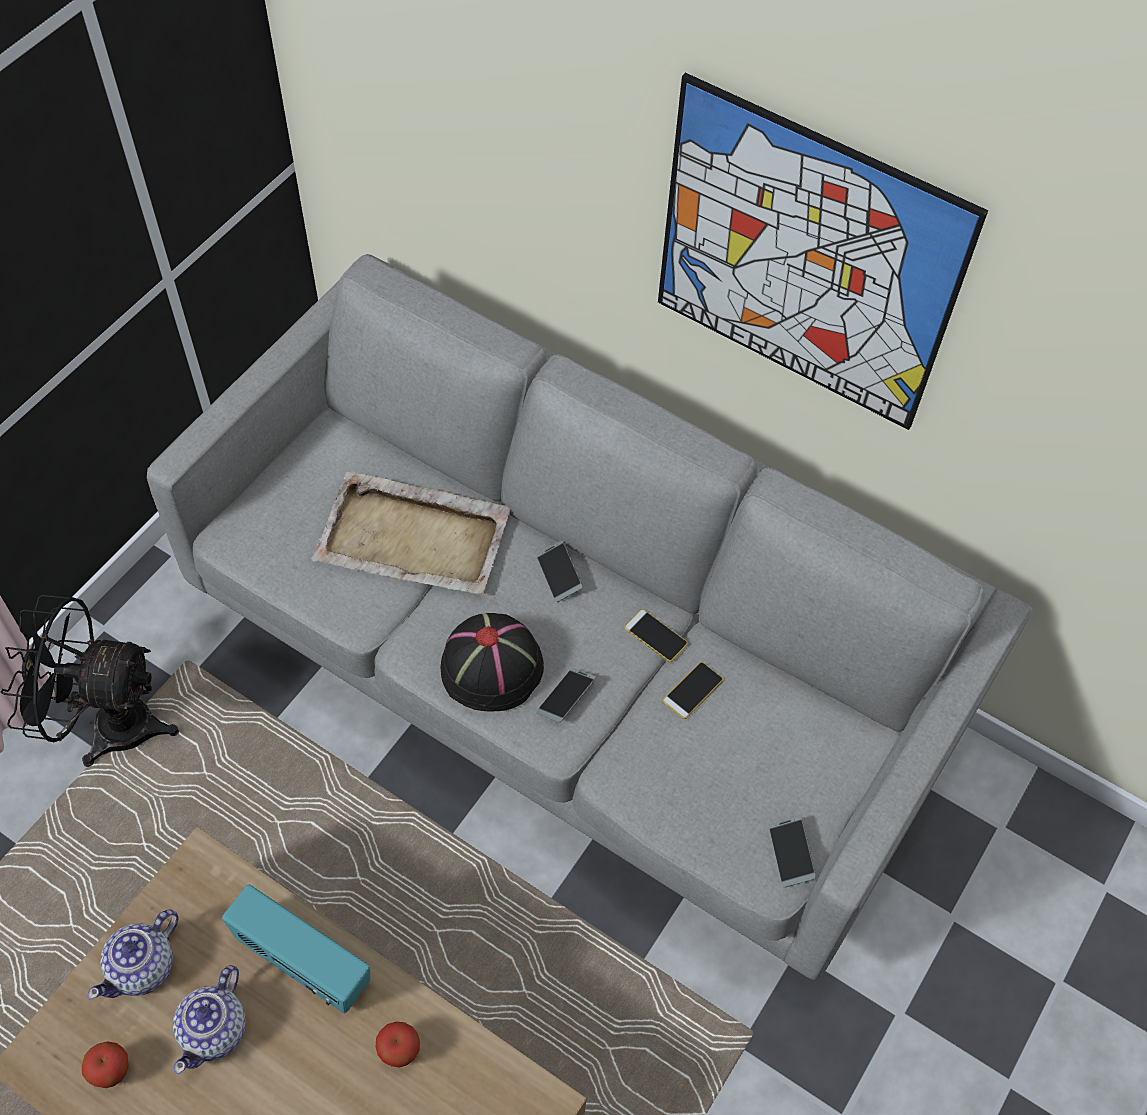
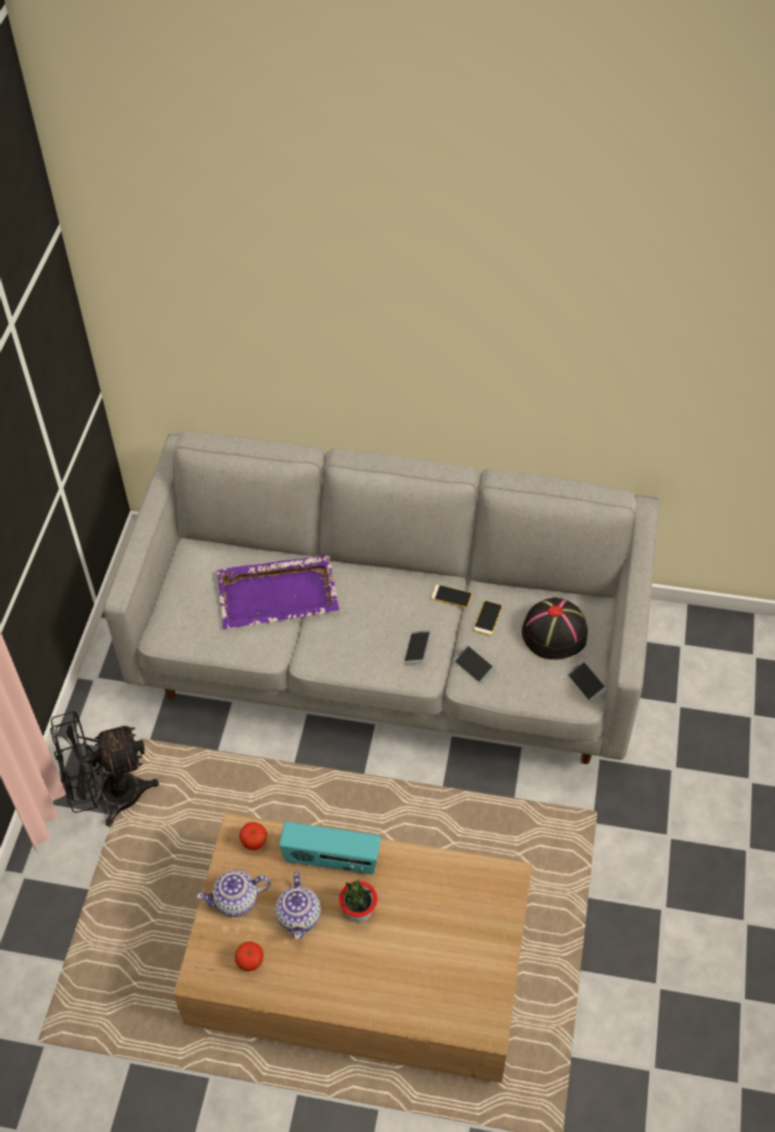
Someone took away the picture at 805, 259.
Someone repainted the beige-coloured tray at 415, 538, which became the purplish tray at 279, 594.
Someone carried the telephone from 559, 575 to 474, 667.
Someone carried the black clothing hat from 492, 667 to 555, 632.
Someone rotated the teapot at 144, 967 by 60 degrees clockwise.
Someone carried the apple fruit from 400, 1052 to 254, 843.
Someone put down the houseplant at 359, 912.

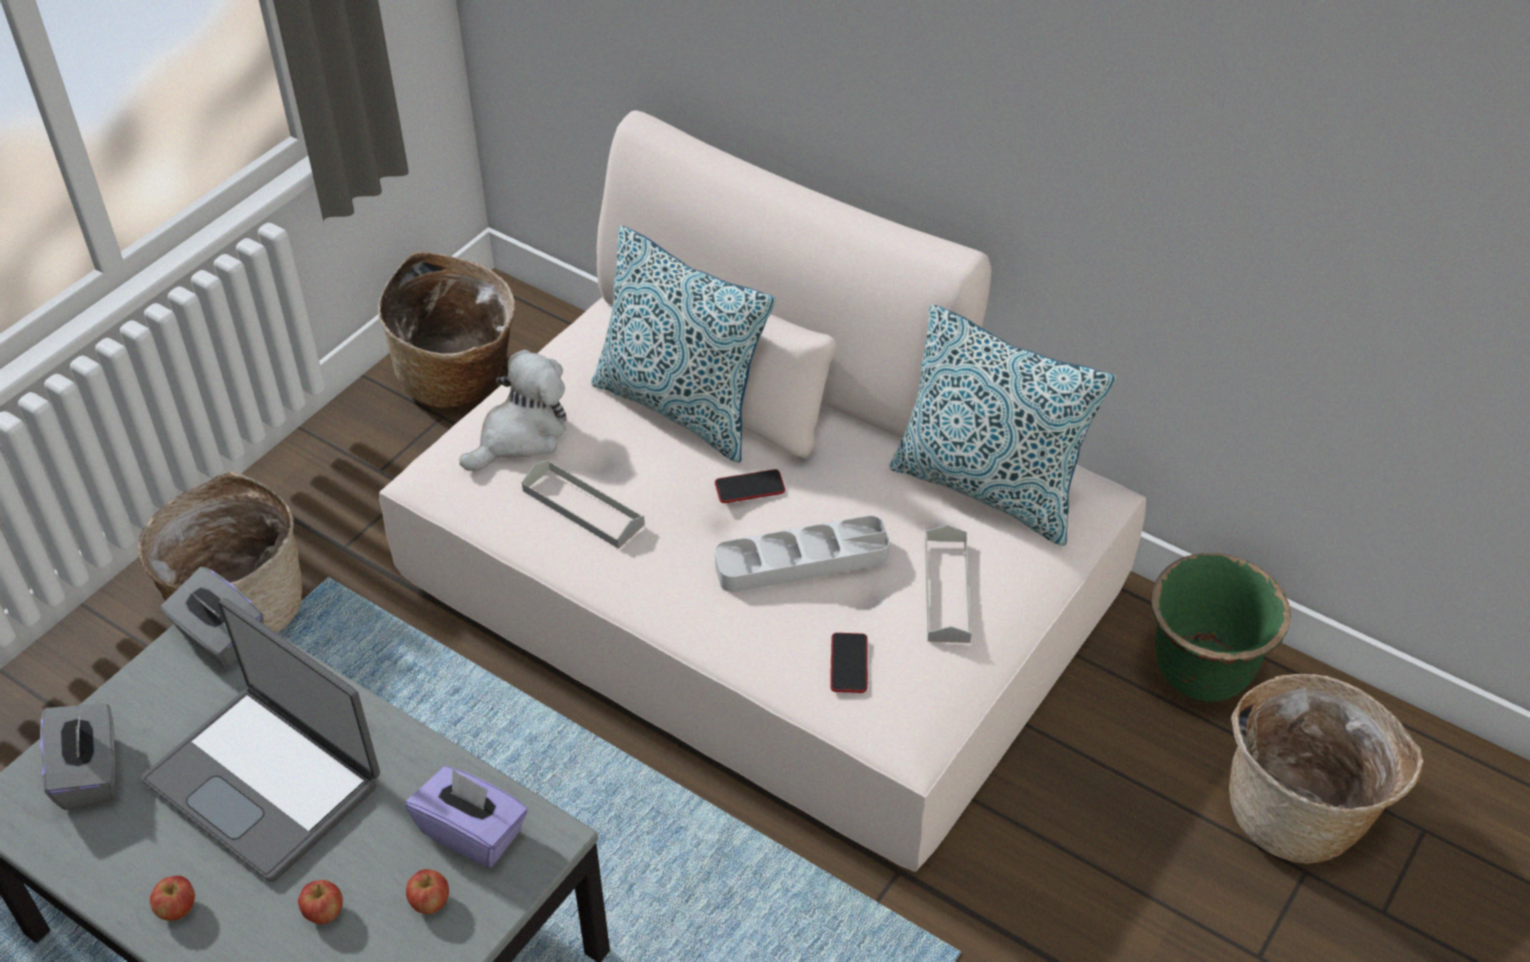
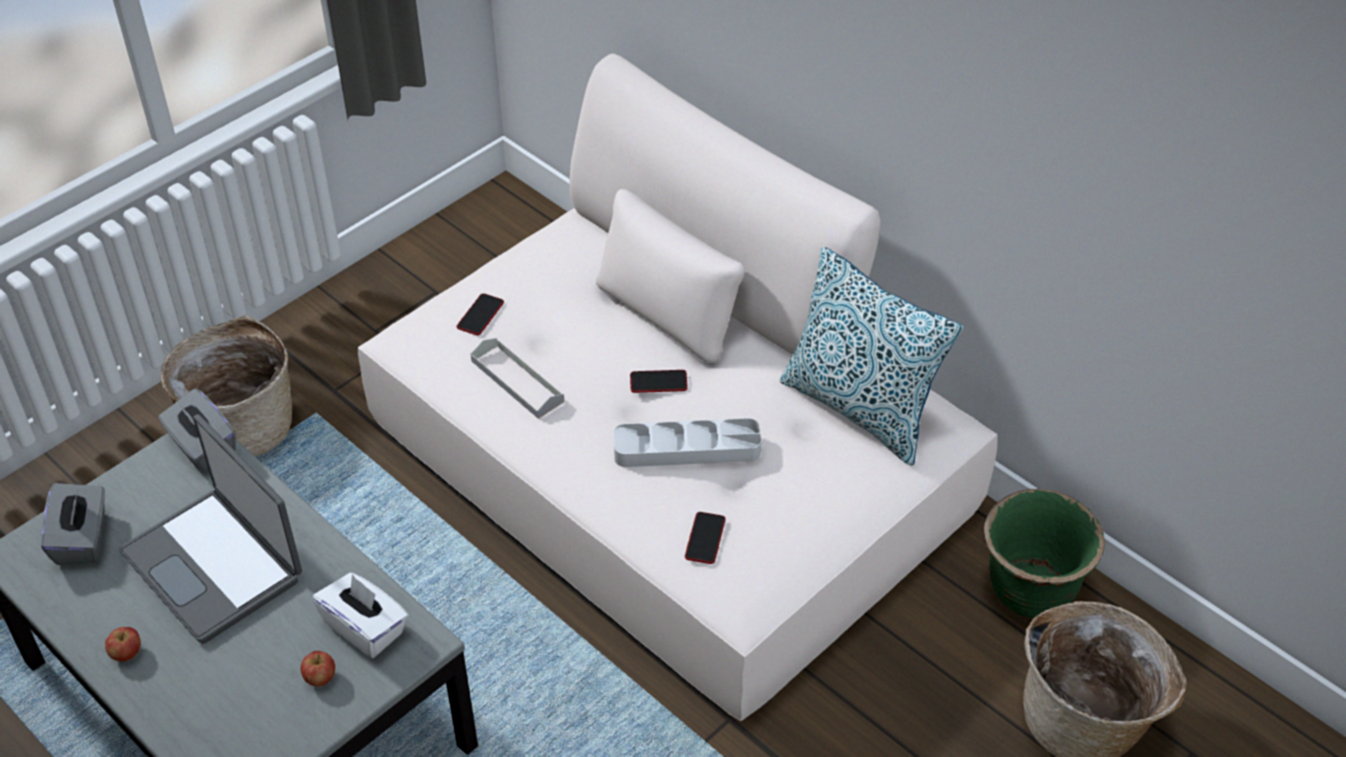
Someone took away the cushion at 681, 407.
Someone took away the household basket at 459, 379.
Someone swapped the soft toy at 521, 435 for the telephone at 480, 315.
Someone took away the greyish tray at 947, 590.
Someone repainted the purplish tissue box at 473, 832, which became the whitish tissue box at 365, 628.
Someone took away the apple fruit at 324, 913.

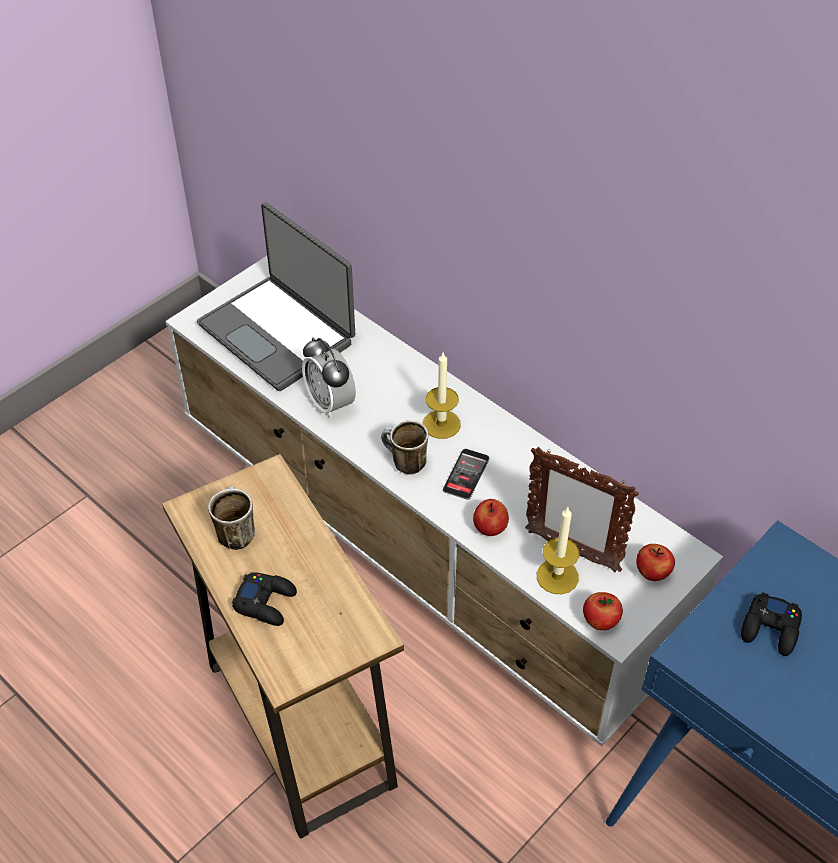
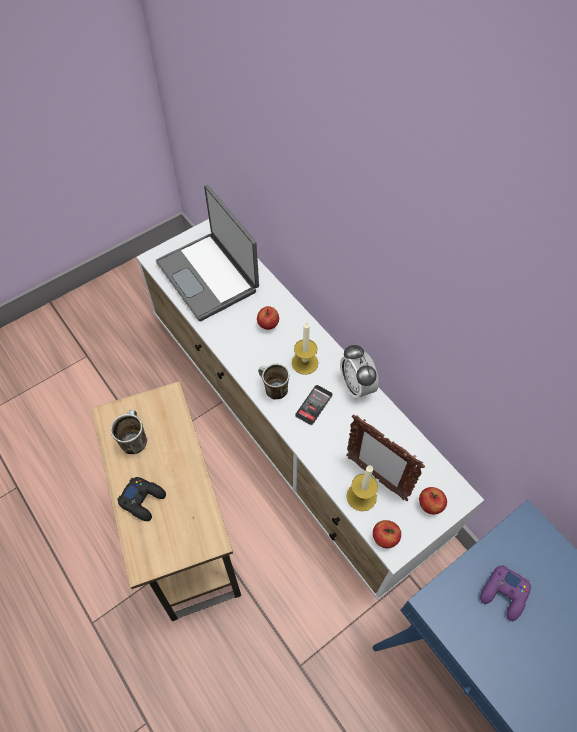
Someone carried the bedside clock from 330, 403 to 356, 386.
Someone carried the apple fruit from 490, 529 to 268, 325.
Someone repainted the black gamepad at 770, 629, which became the purplish gamepad at 504, 594.

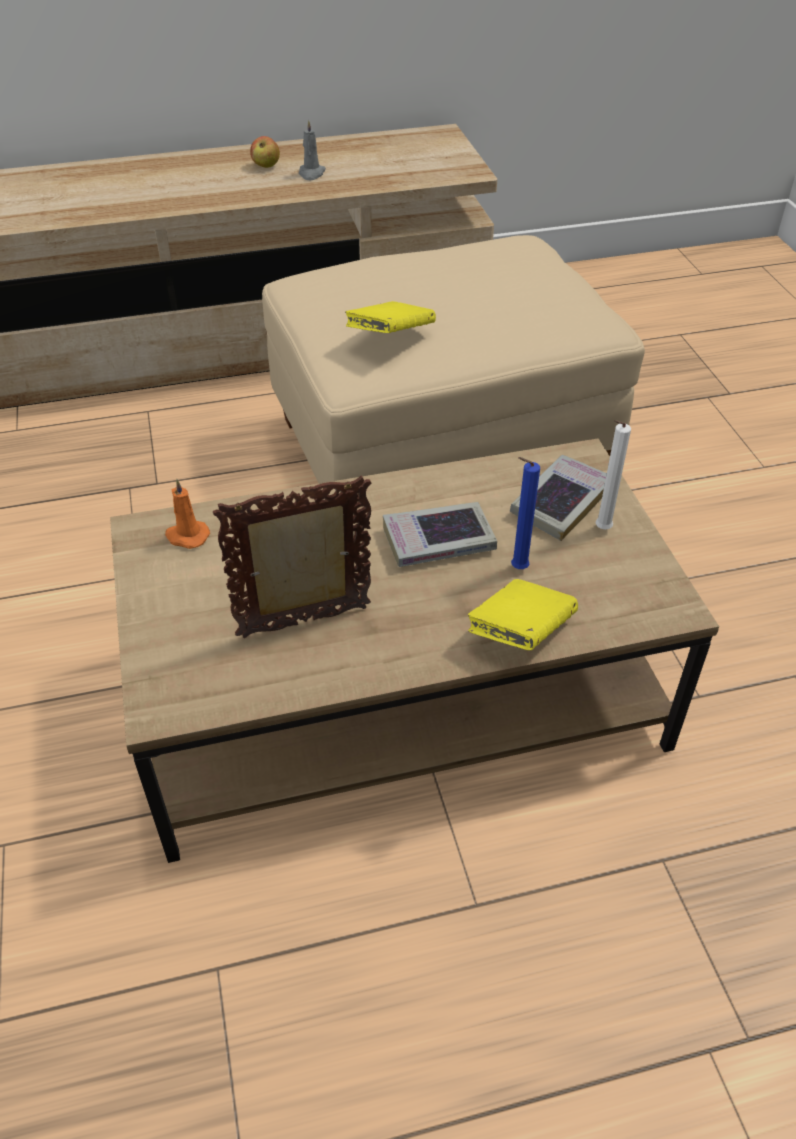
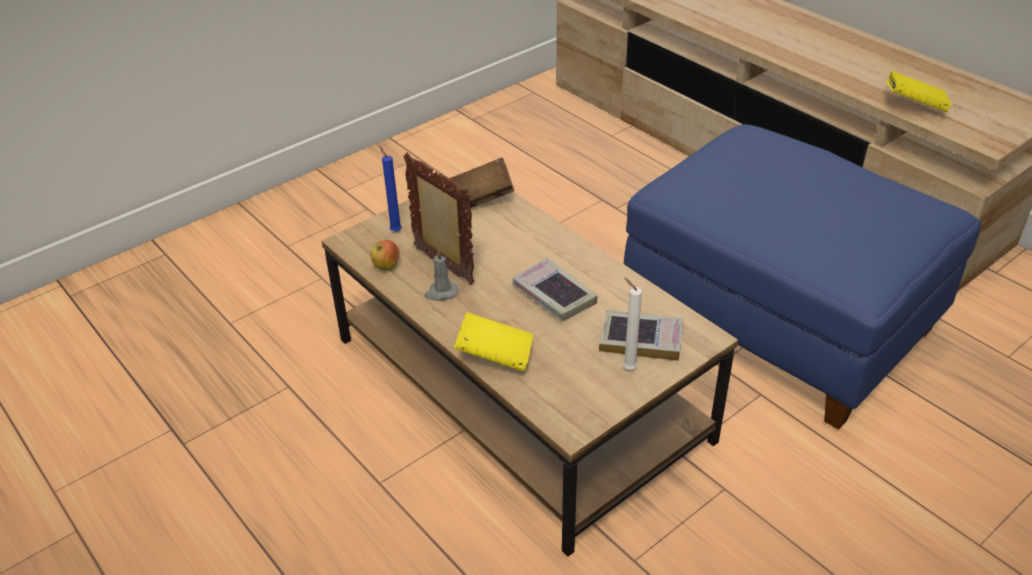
Someone carried the greyish wax light from 311, 174 to 441, 293.
Someone carried the apple fruit from 266, 166 to 386, 266.
Someone repainted the beige-coloured footrest at 439, 450, which became the bluish footrest at 779, 322.
Someone carried the yellow-coloured volume from 390, 337 to 914, 106.
Someone carried the bluish wax light from 516, 569 to 395, 230.
Someone swapped the orange-coloured wax light at 186, 536 for the brownish volume at 481, 198.

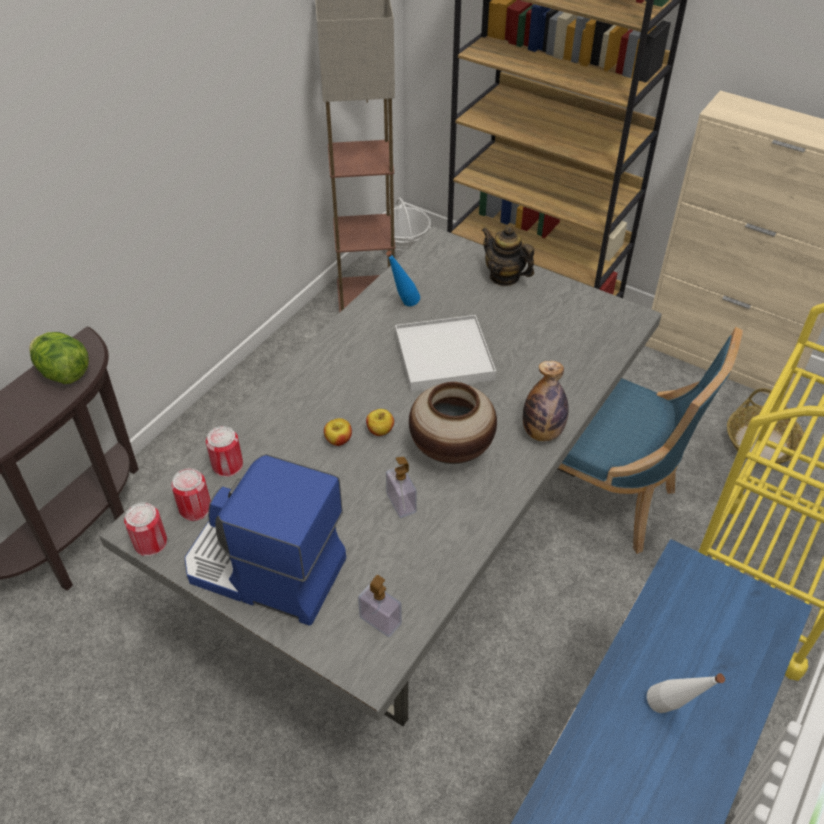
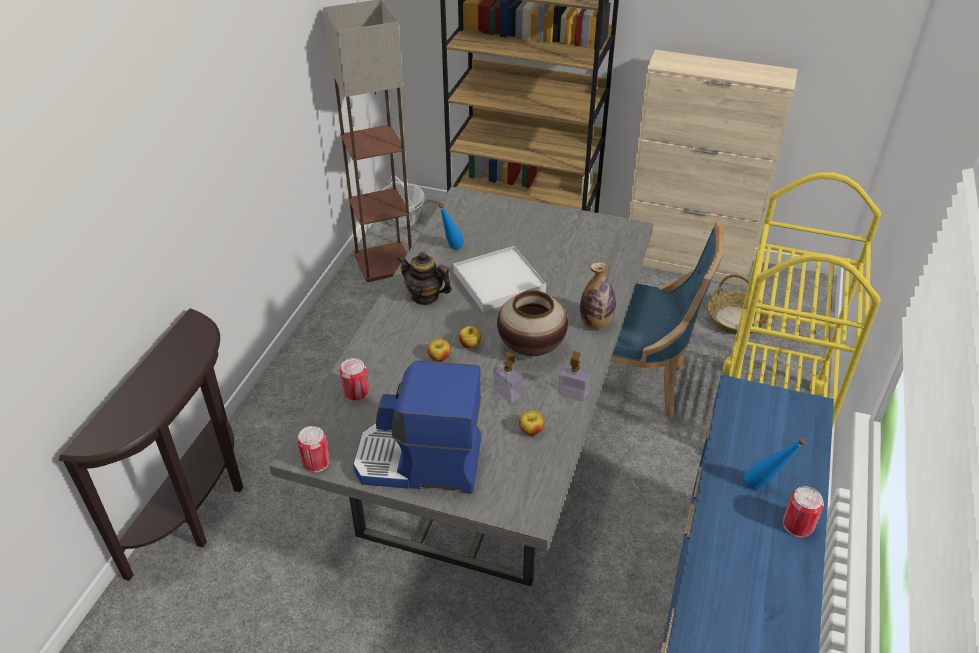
Someone carried the teapot from 504, 277 to 425, 296.
Someone took away the lettuce head at 64, 373.
Someone carried the metal can from 195, 508 to 798, 524.
Someone carried the liquid soap bottle from 380, 620 to 572, 393.
Someone repainted the whitish bottle at 671, 713, which became the bluish bottle at 764, 488.
Someone put down the apple fruit at 531, 430.

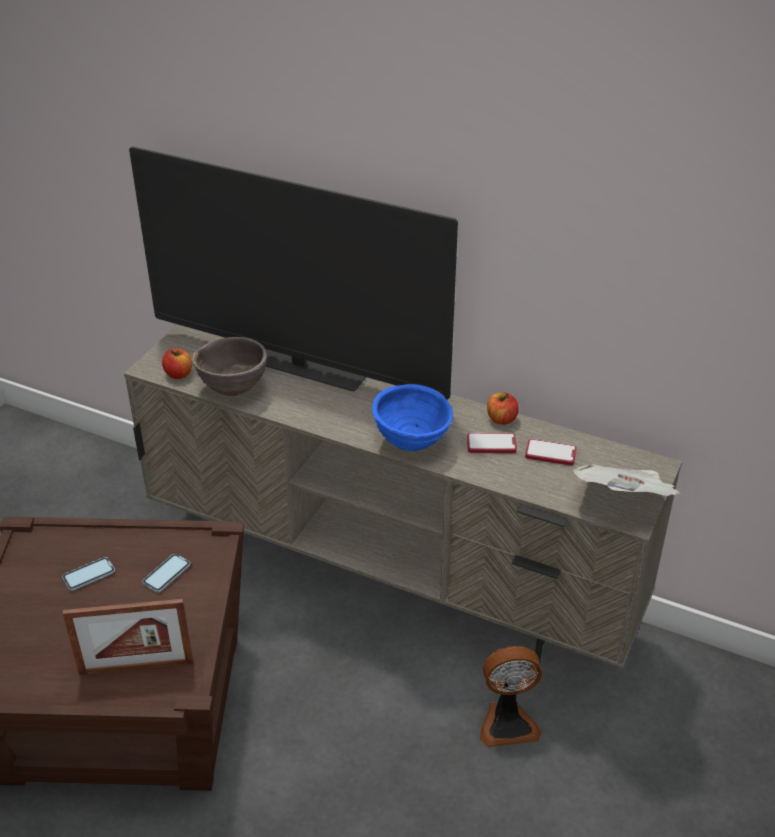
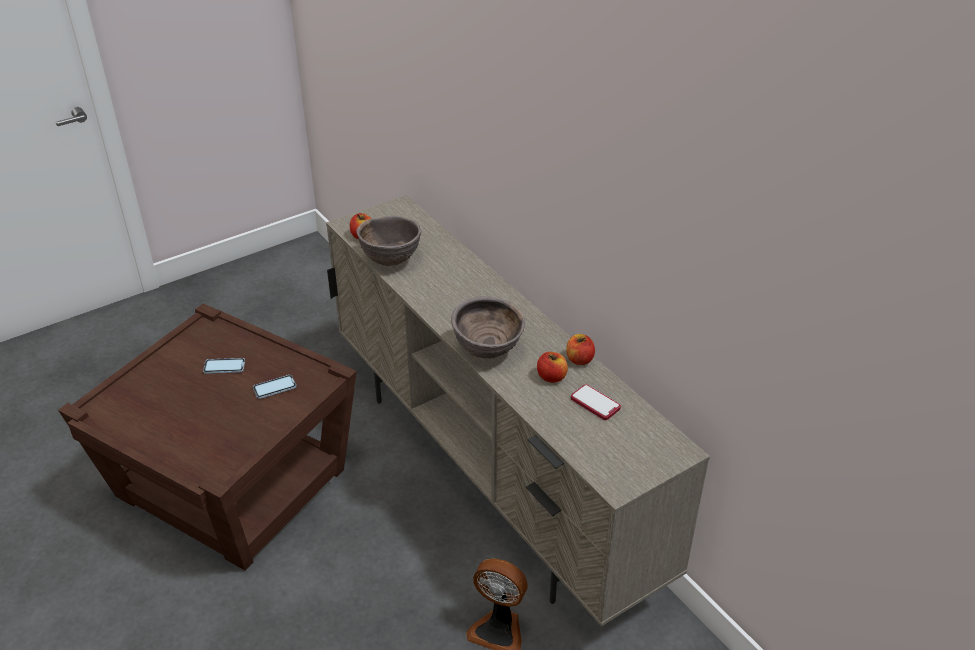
Someone took away the TV at 298, 367.
Someone repainted the bluish bowl at 412, 443, which became the brownish bowl at 487, 352.
Someone swapped the telephone at 491, 444 for the apple fruit at 551, 377.
Someone took away the daily paper at 624, 500.
Someone took away the picture frame at 136, 667.

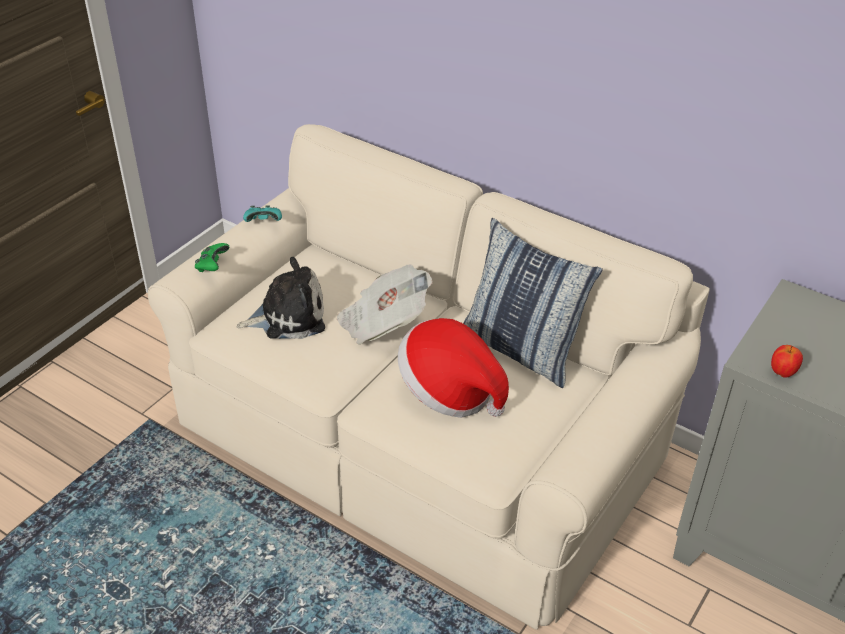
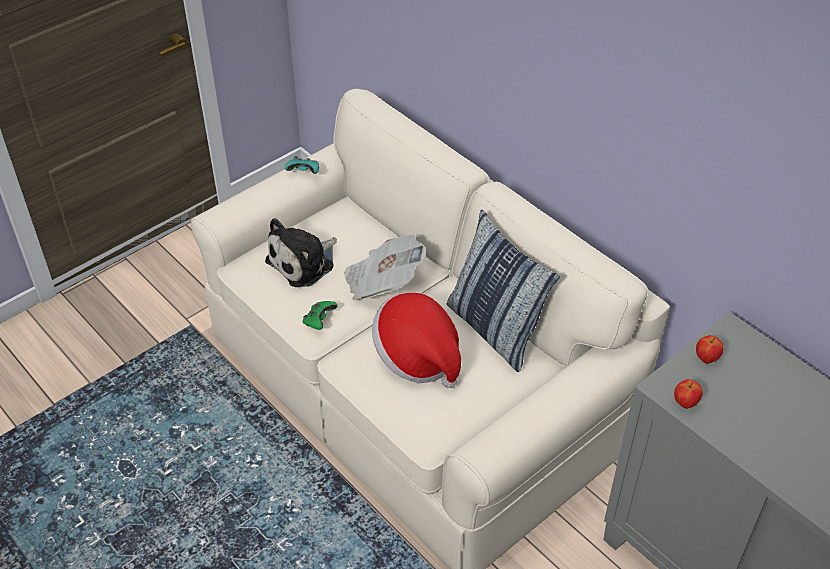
Someone carried the greenish gamepad from 212, 266 to 319, 321.
Someone rotated the soft toy at 288, 316 by 135 degrees clockwise.
Someone put down the apple fruit at 706, 359.

